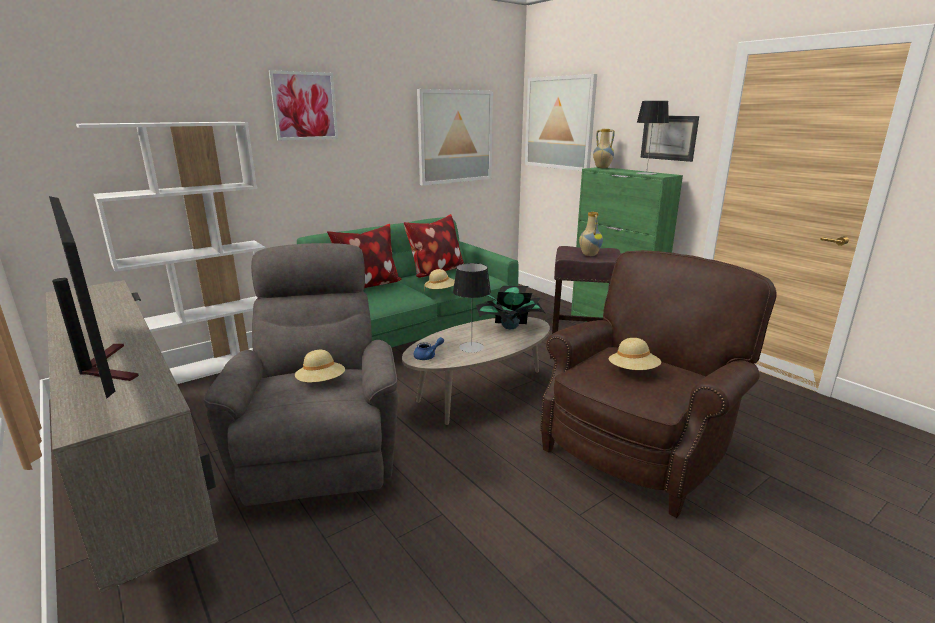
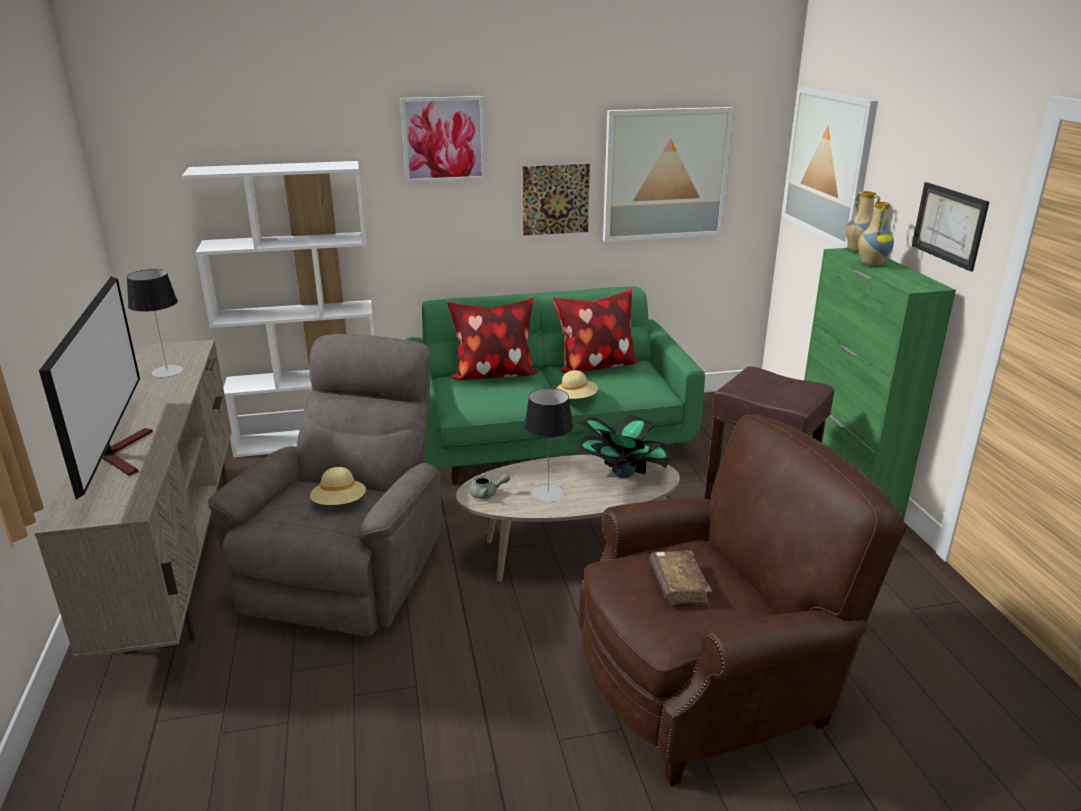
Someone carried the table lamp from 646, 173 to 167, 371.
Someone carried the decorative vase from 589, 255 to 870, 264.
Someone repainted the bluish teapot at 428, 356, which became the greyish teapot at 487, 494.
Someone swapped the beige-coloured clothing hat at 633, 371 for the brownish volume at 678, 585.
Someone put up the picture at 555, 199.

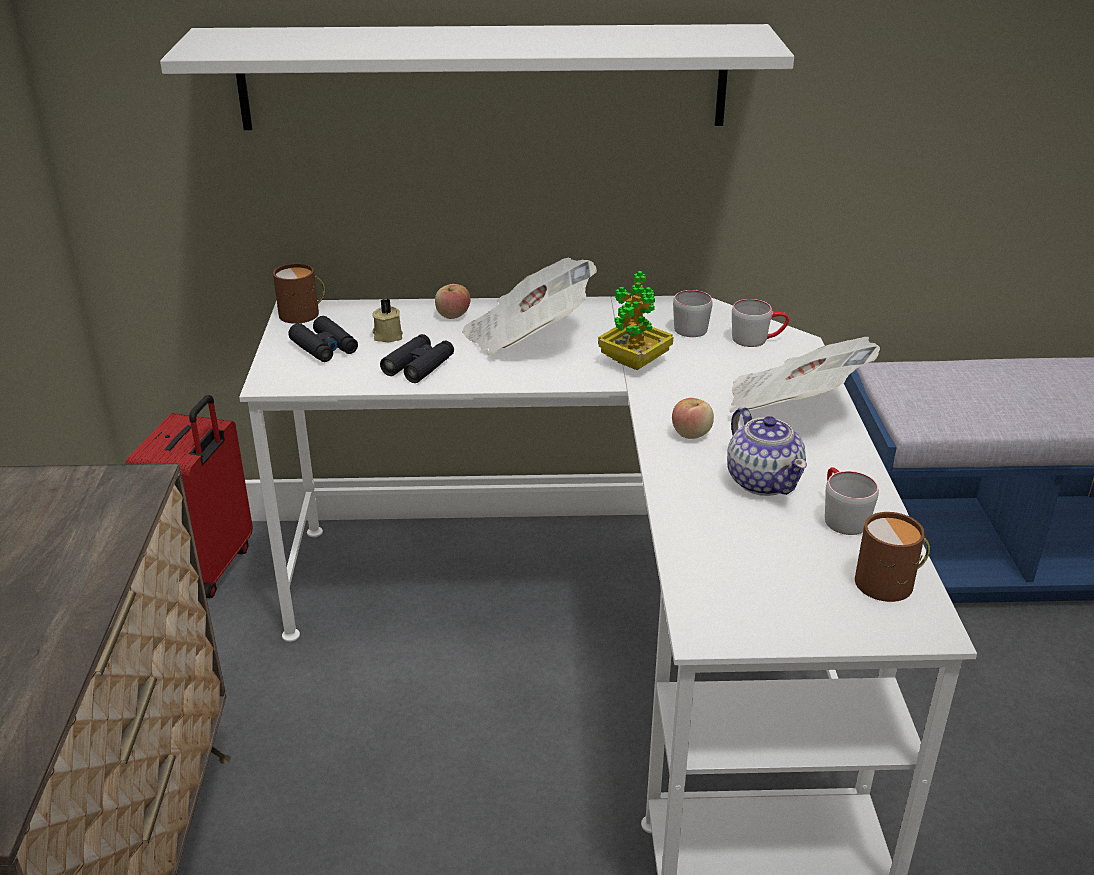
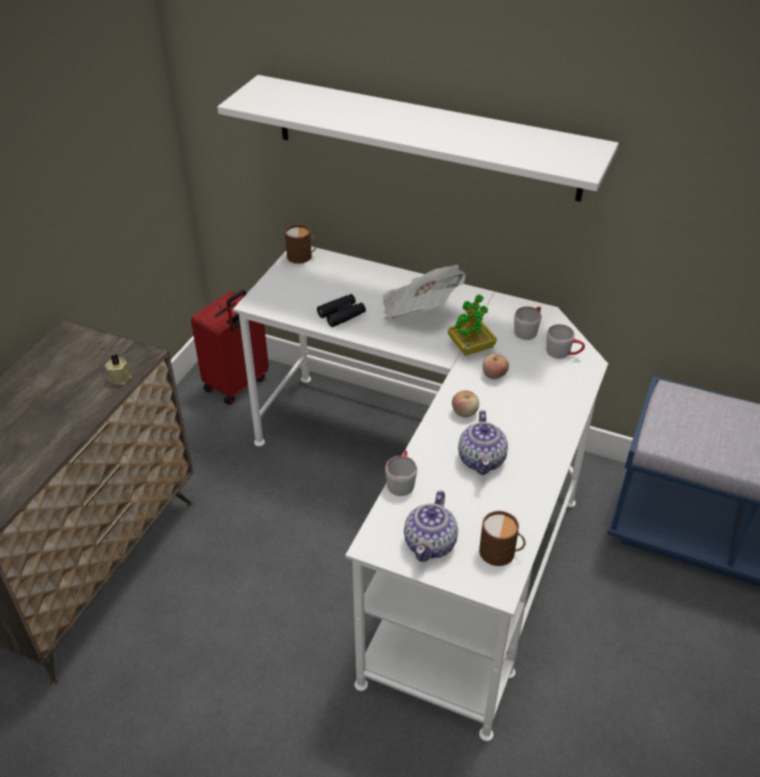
Someone carried the apple fruit from 452, 315 to 494, 375.
Someone carried the beige-coloured wax light from 387, 336 to 120, 377.
Someone took away the black binoculars at 324, 348.
Someone took away the daily paper at 792, 408.
Someone carried the greyish mug from 840, 516 to 401, 481.
Someone put down the teapot at 431, 543.

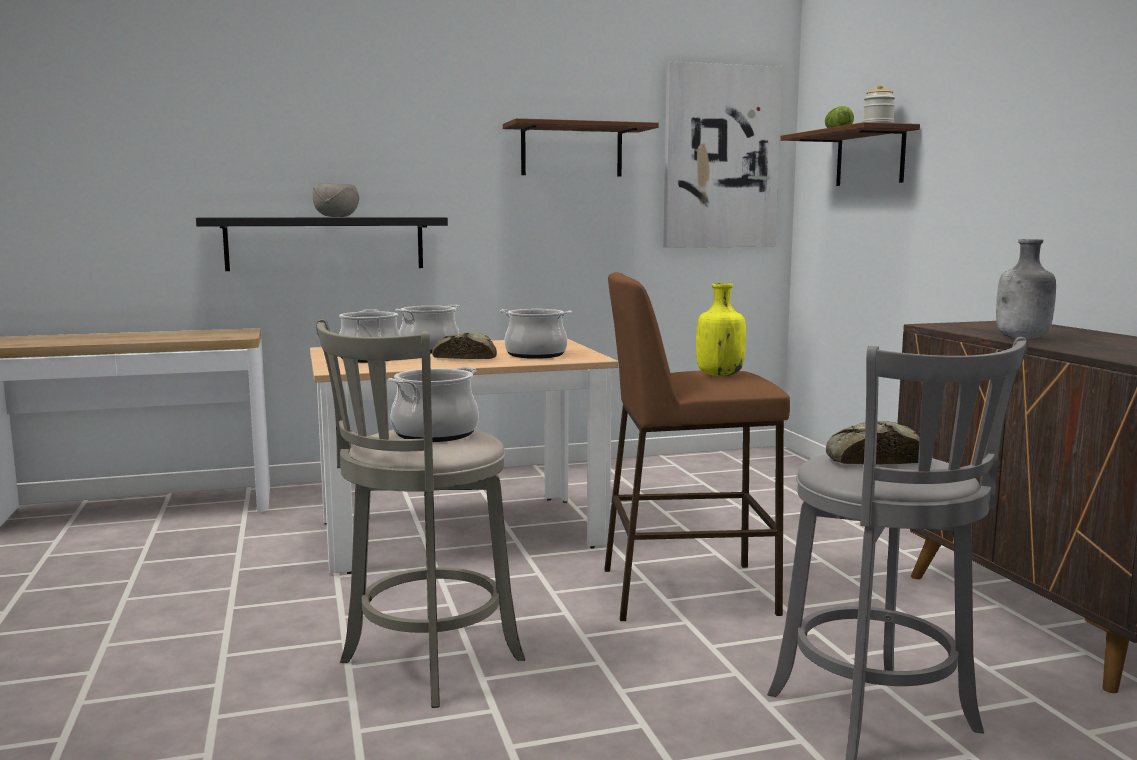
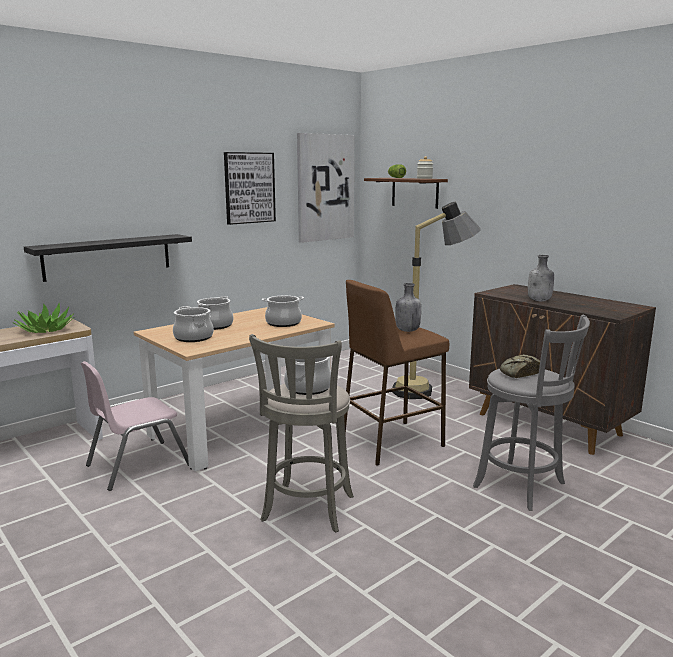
Someone swapped the brownish shelf at 571, 150 for the picture at 249, 188.
Someone took away the greyish bowl at 335, 216.
Someone repainted the yellow-coloured bottle at 719, 375, which became the greyish bottle at 407, 330.
Someone took away the baked bread at 465, 357.
Someone put down the floor lamp at 430, 391.
Someone put down the houseplant at 46, 330.
Someone put down the pinkish upright chair at 137, 465.

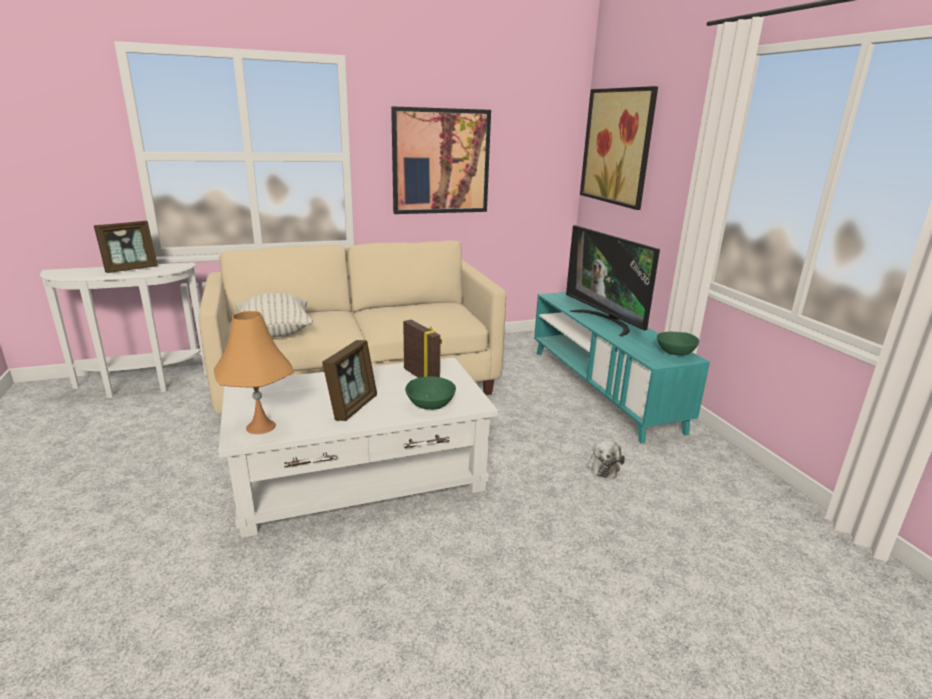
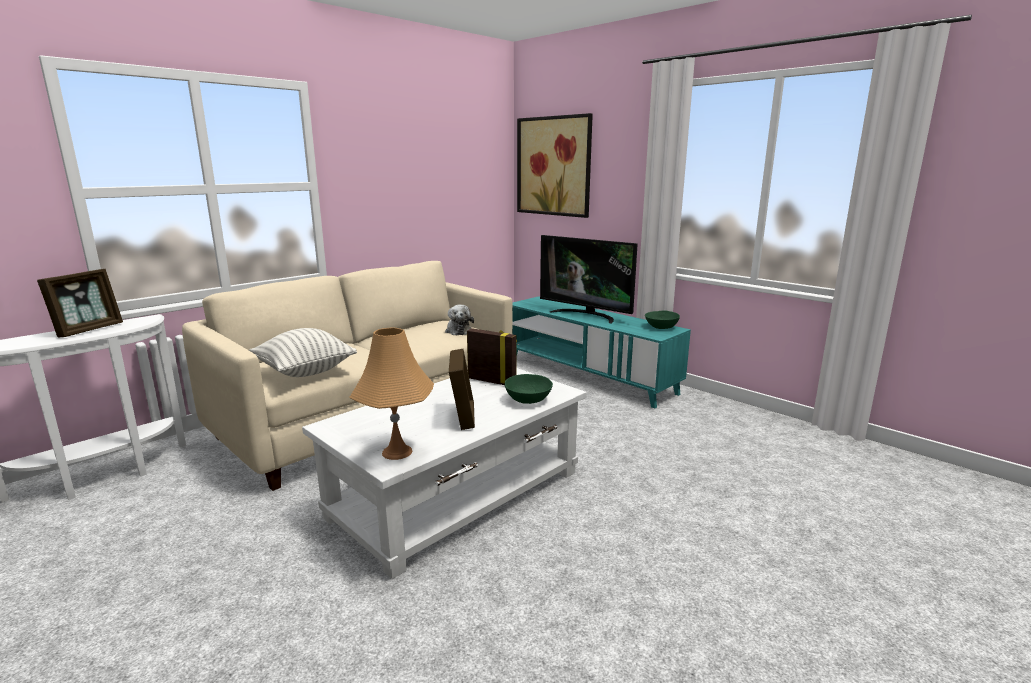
Someone took away the picture at 441, 161.
Someone carried the soft toy from 603, 466 to 458, 330.

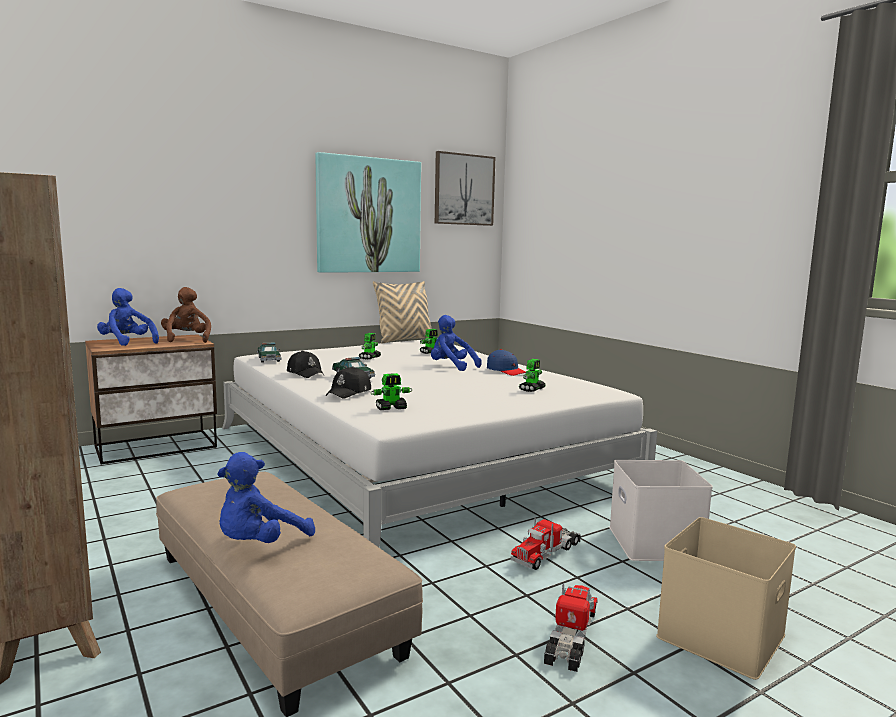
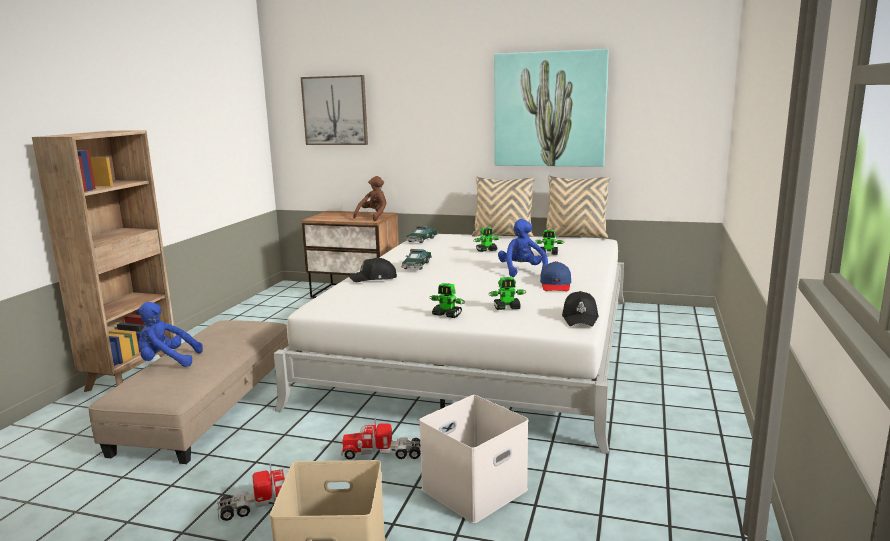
Someone carried the picture from 464, 189 to 335, 110.
Someone took away the bluish soft toy at 127, 343.
Someone carried the black peaked cap from 306, 373 to 580, 318.
Someone carried the model robot from 391, 408 to 447, 315.
Someone put down the beige-coloured cushion at 503, 235.

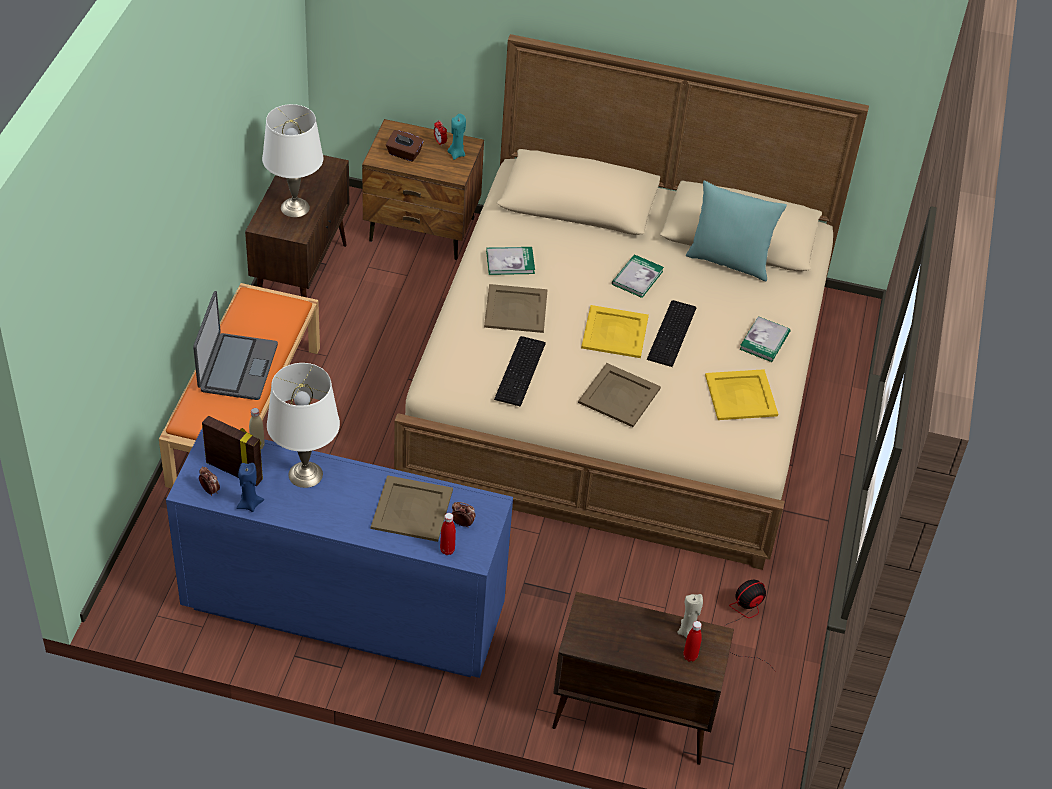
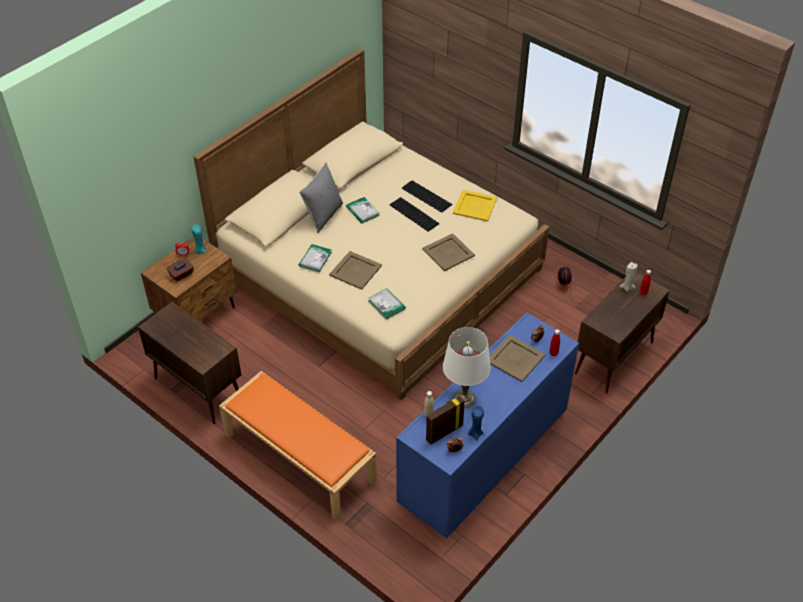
Someone took away the whitish table lamp at 294, 207.
Someone took away the turquoise-coloured cushion at 729, 261.
Someone took away the portable computer at 237, 367.
Someone took away the yellow-coloured tray at 614, 331.
Someone carried the volume from 764, 341 to 386, 304.
Someone carried the PC keyboard from 522, 371 to 426, 195.
Someone put down the greyish cushion at 323, 215.

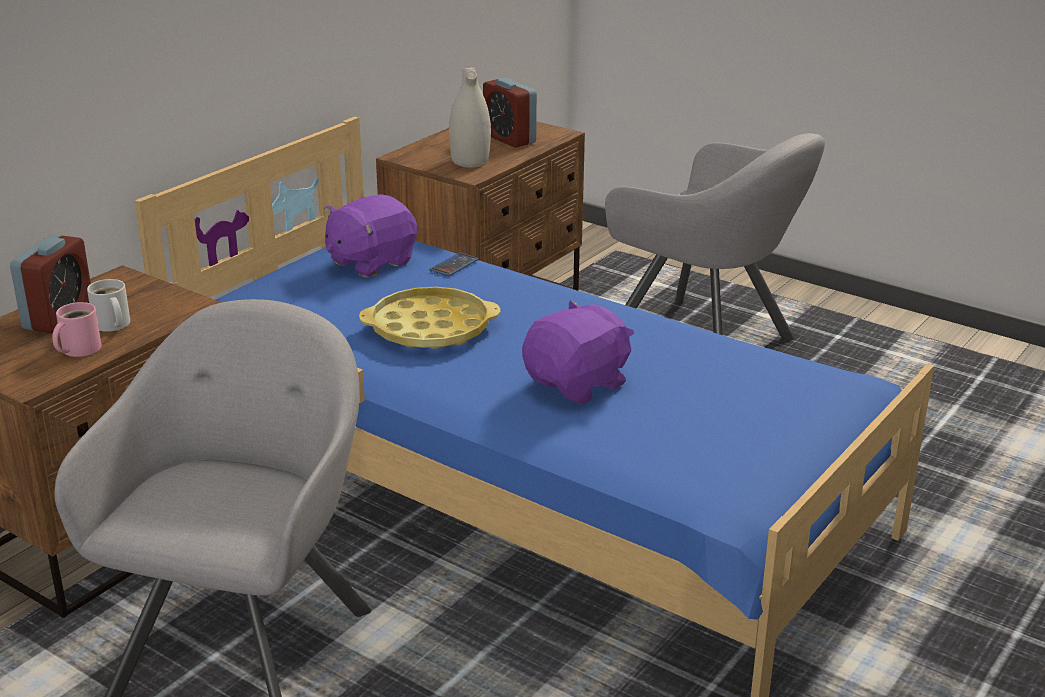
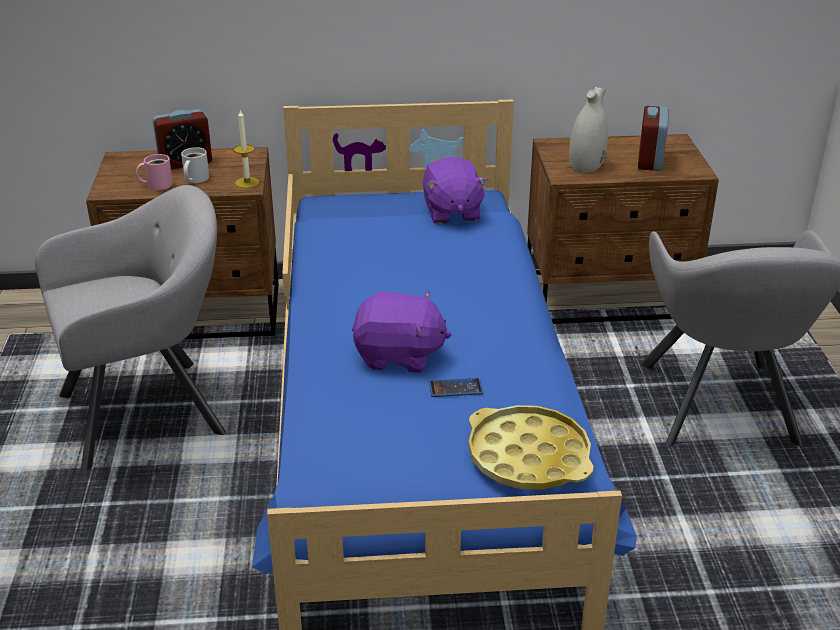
Someone rotated the purplish soft toy at 370, 262 by 105 degrees counterclockwise.
Someone carried the telephone from 454, 265 to 455, 388.
Someone carried the yellow-coloured tray from 430, 328 to 528, 456.
Someone put down the wax light at 247, 182.

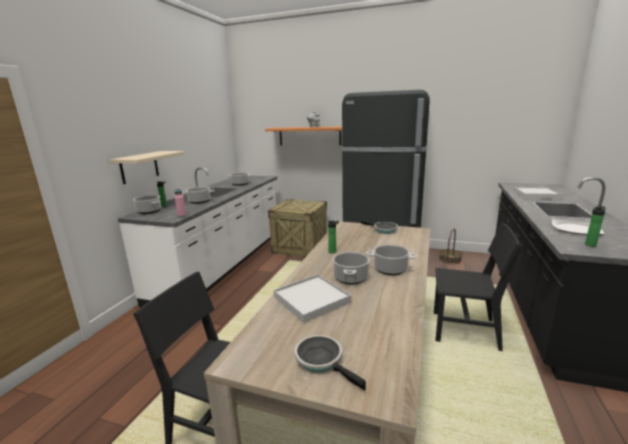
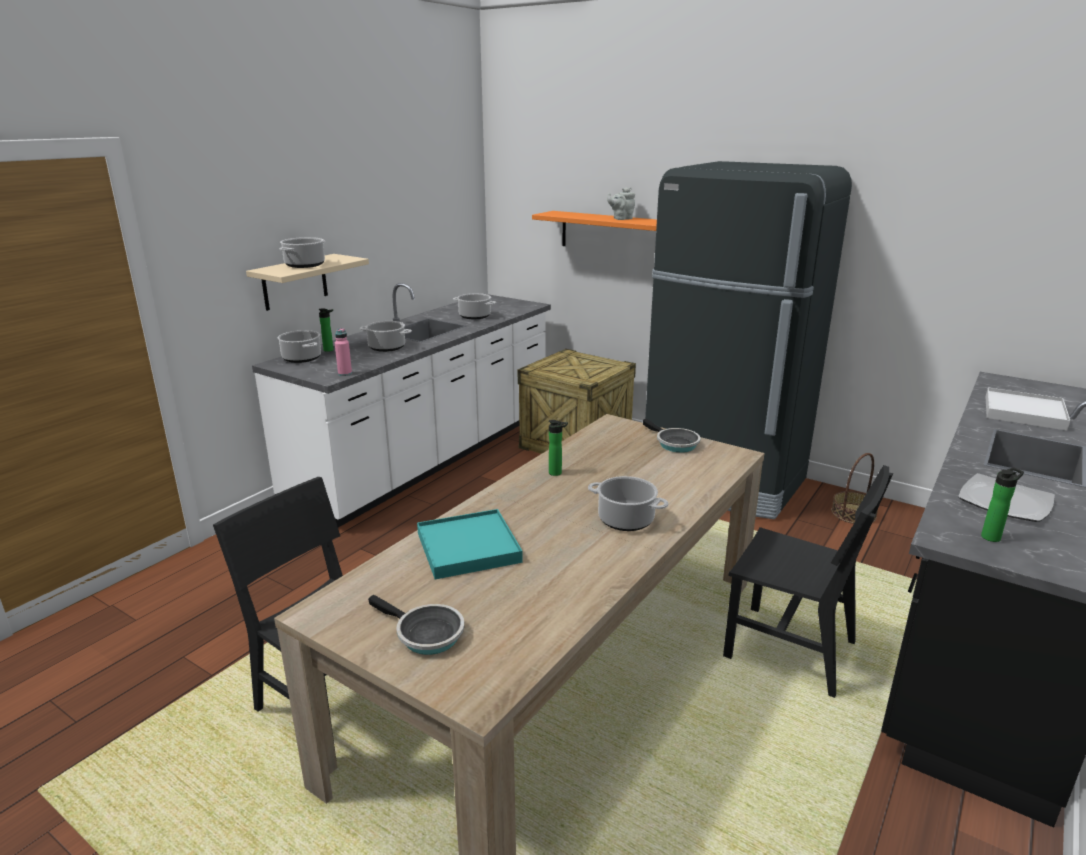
Someone carried the saucepot from 351, 278 to 305, 265.
Someone repainted the whitish tray at 311, 300, which became the turquoise-coloured tray at 468, 547.
Someone rotated the skillet at 322, 361 by 150 degrees clockwise.

